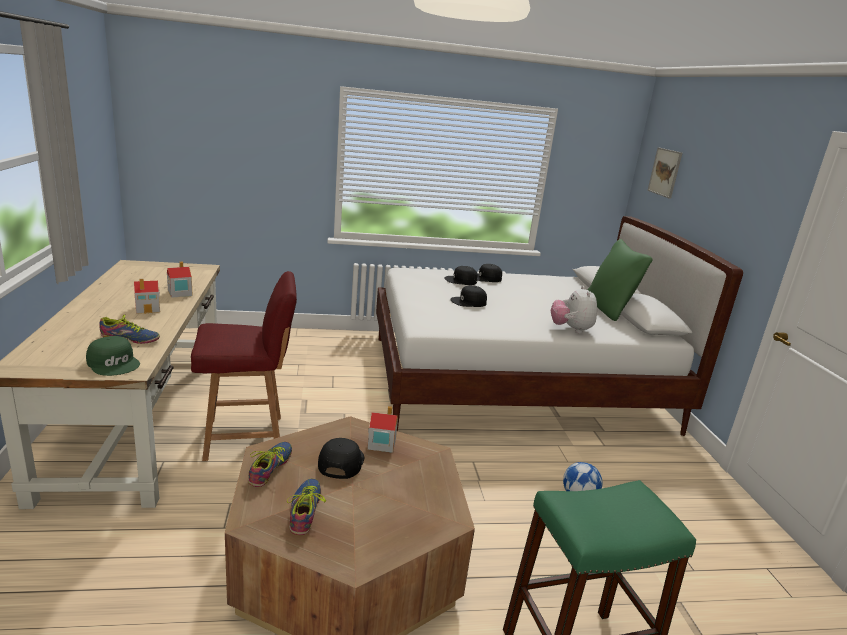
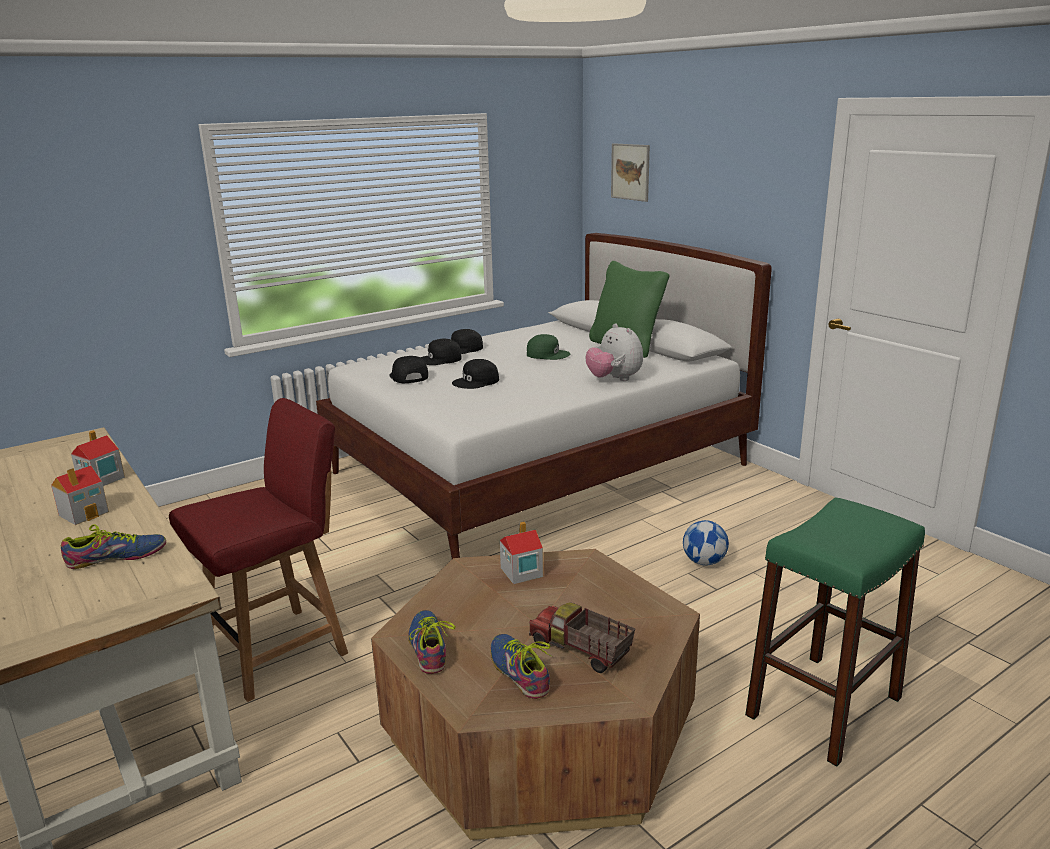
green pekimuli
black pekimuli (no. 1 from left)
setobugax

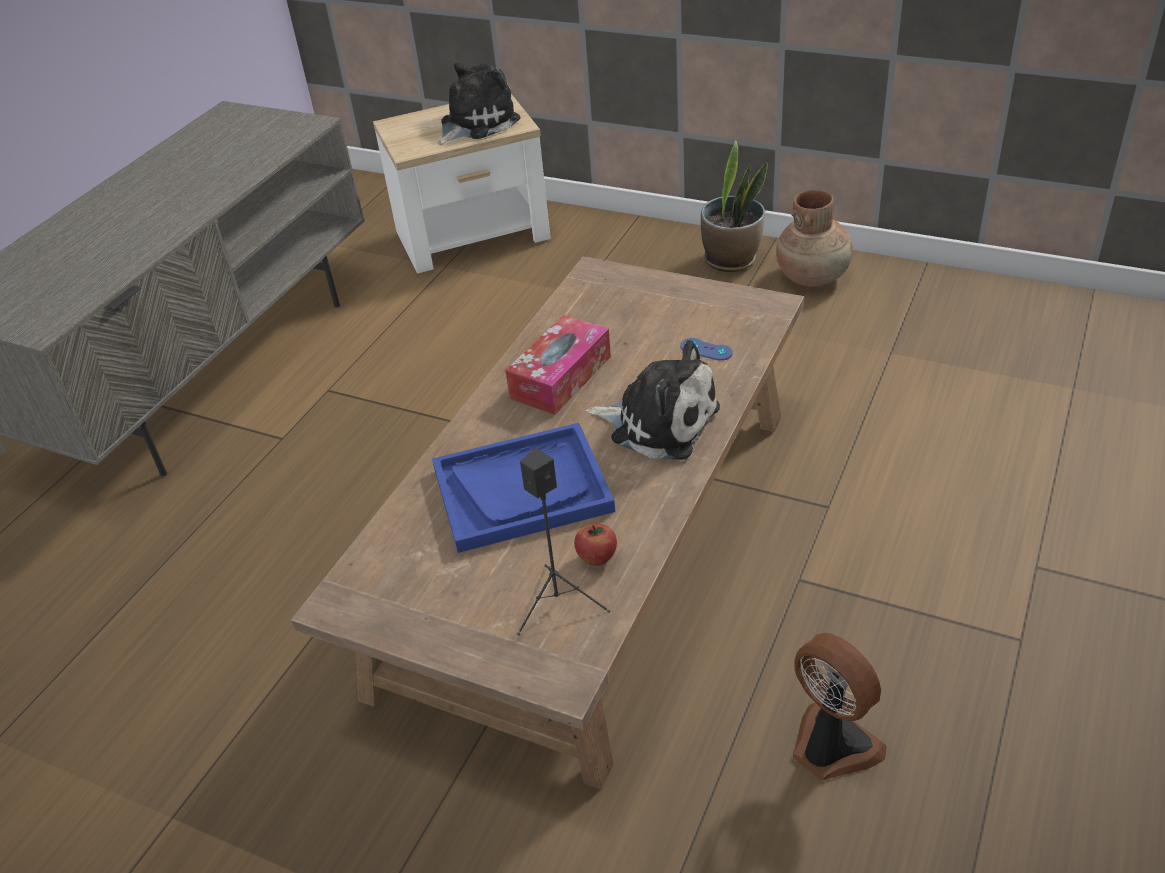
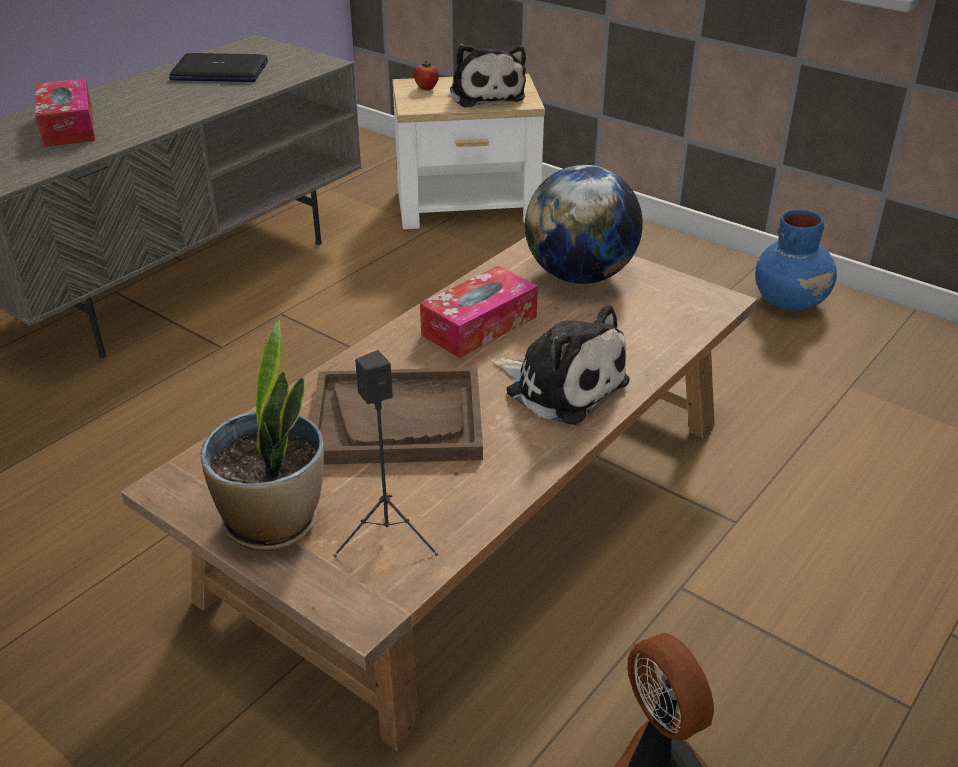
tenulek (no. 1 from left)
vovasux
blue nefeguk
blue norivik
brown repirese
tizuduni
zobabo
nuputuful (no. 1 from left)
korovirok

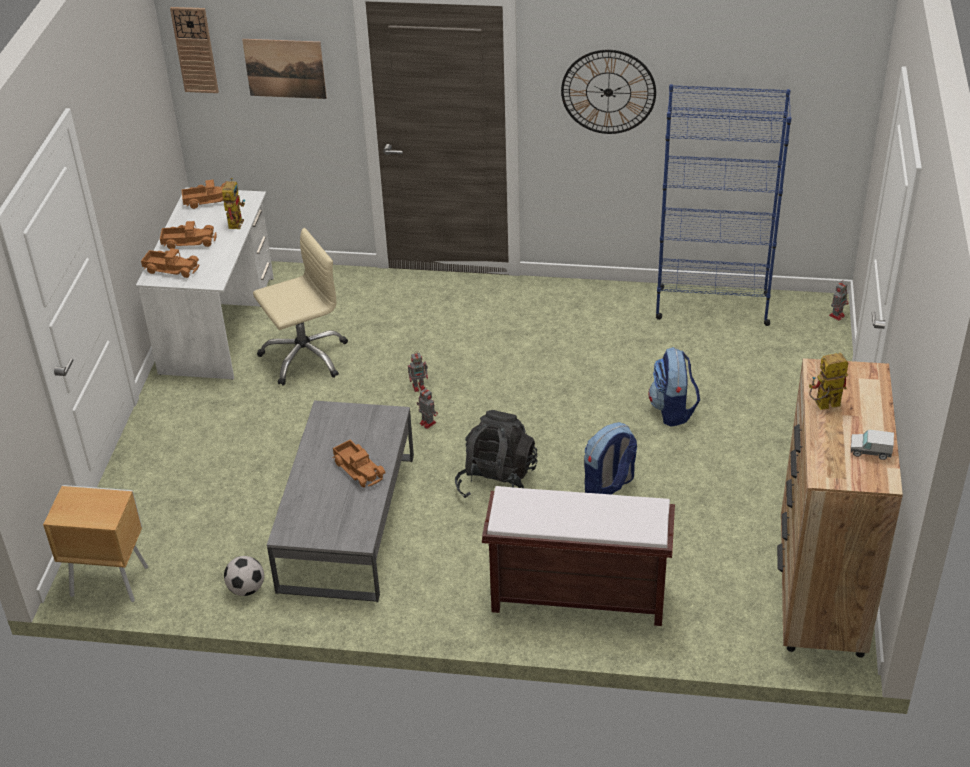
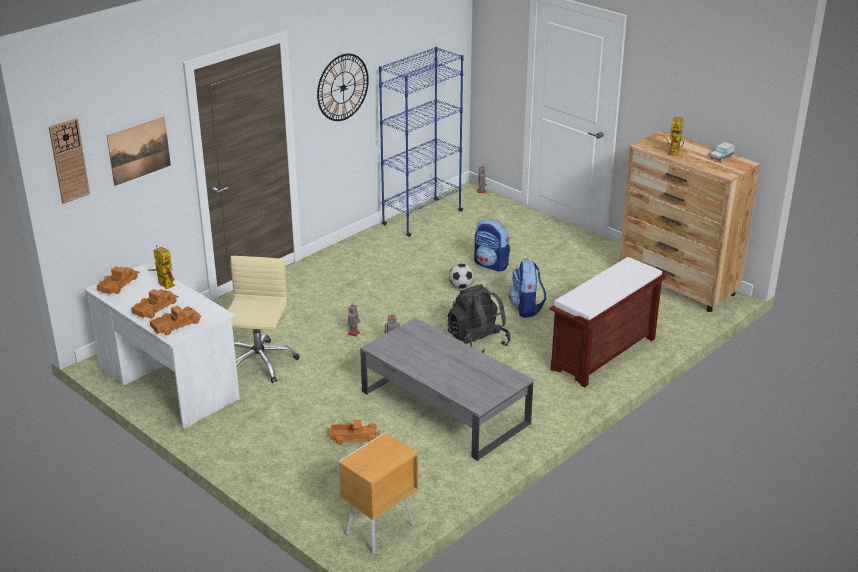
setobugax (no. 4 from left)
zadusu

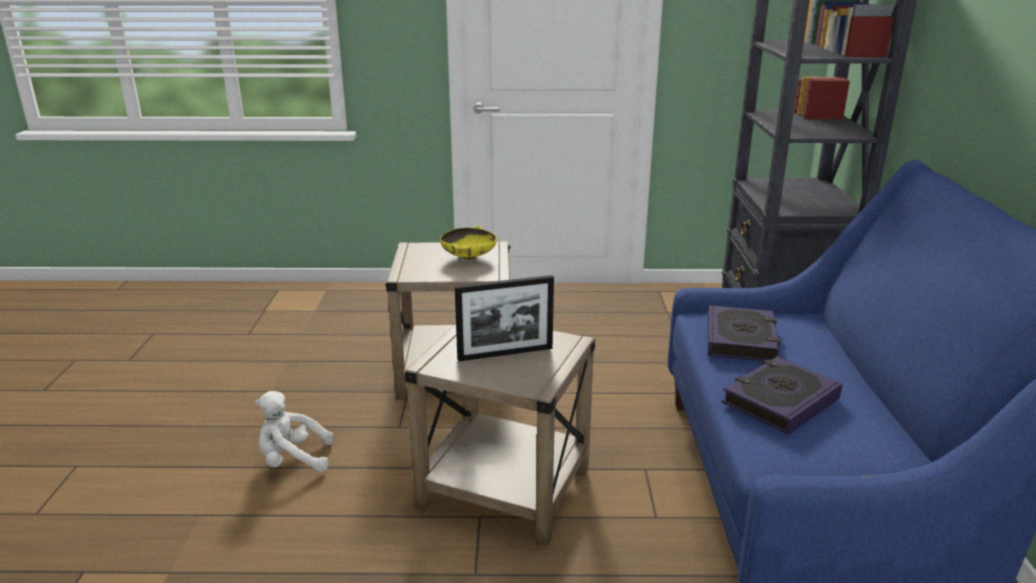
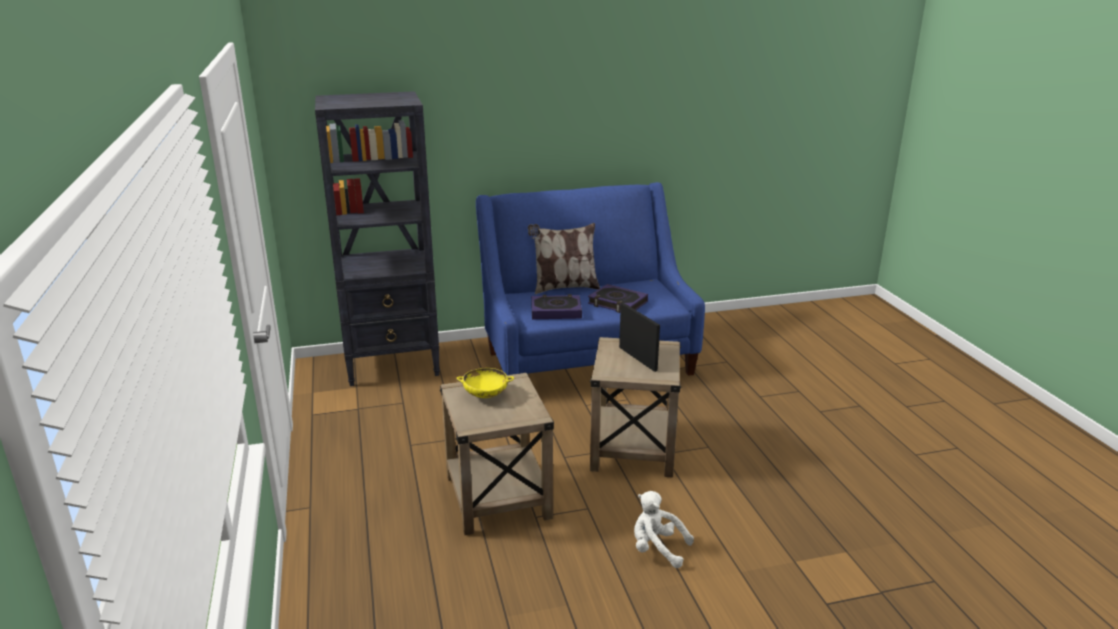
white tenulek
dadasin

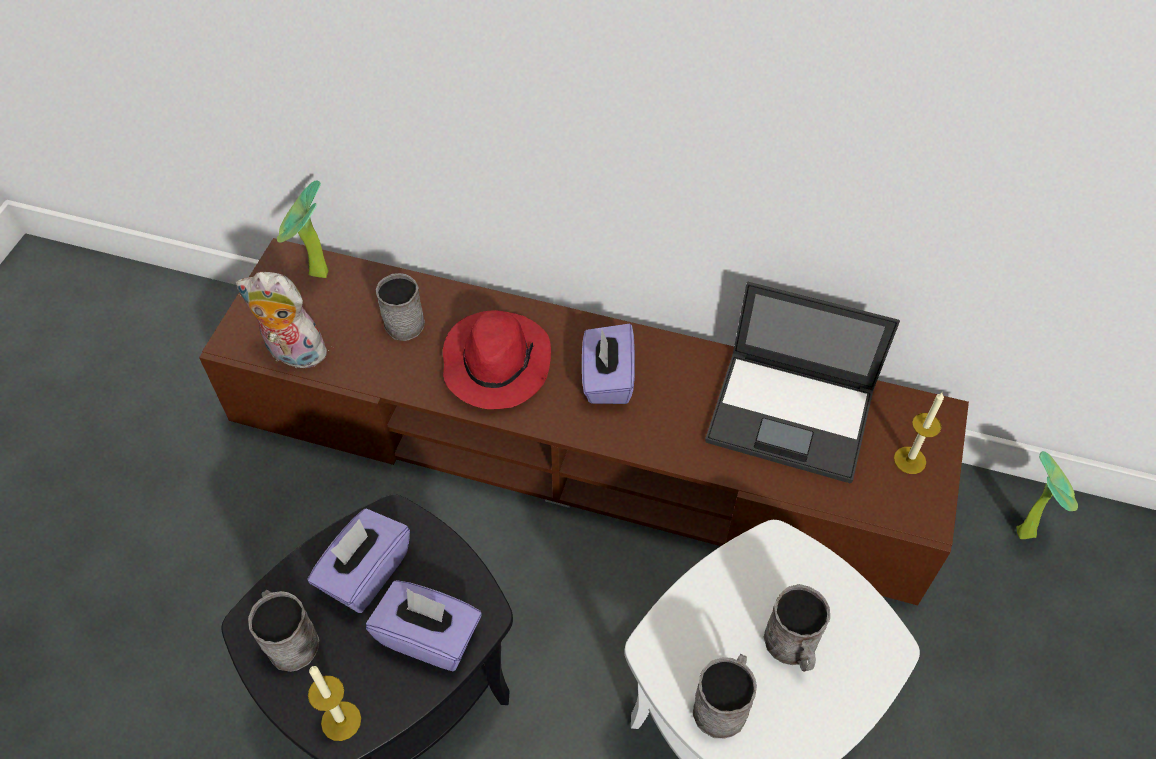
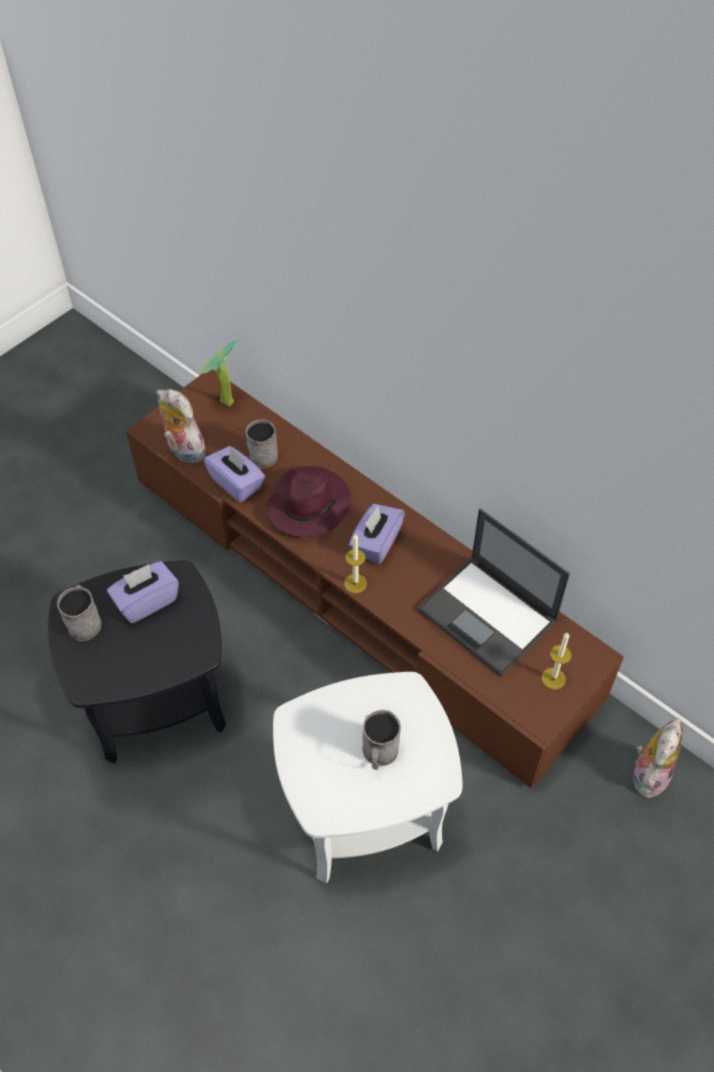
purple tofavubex
tenulek (no. 2 from left)
purple nuputuful (no. 2 from left)
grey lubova (no. 3 from left in the first image)
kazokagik (no. 1 from left)

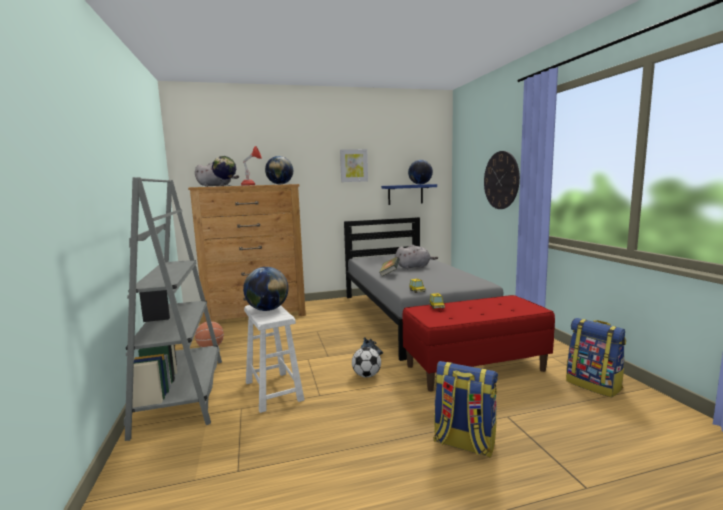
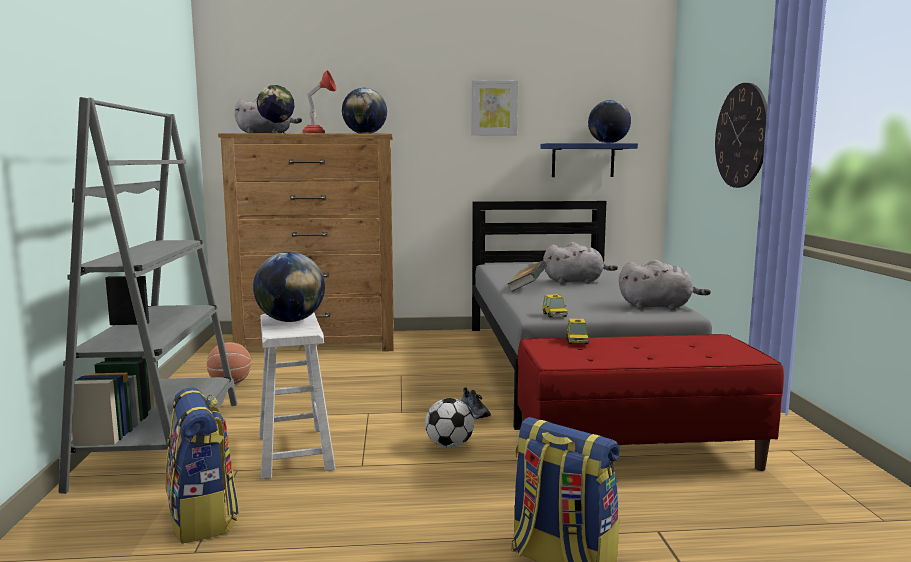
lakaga (no. 1 from left)
grey tenulek (no. 3 from left)

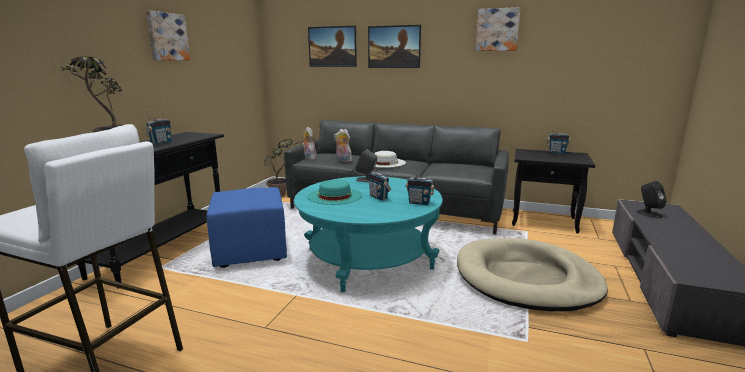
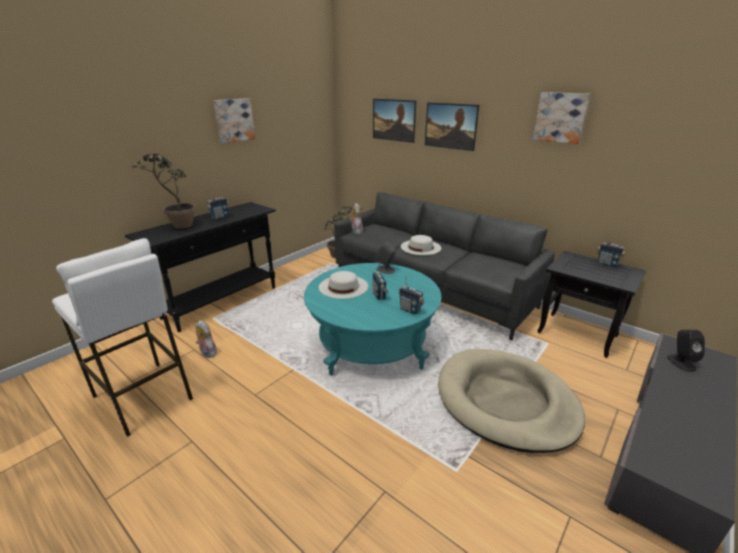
tenulek (no. 1 from left)
white tofavubex (no. 1 from left)
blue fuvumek

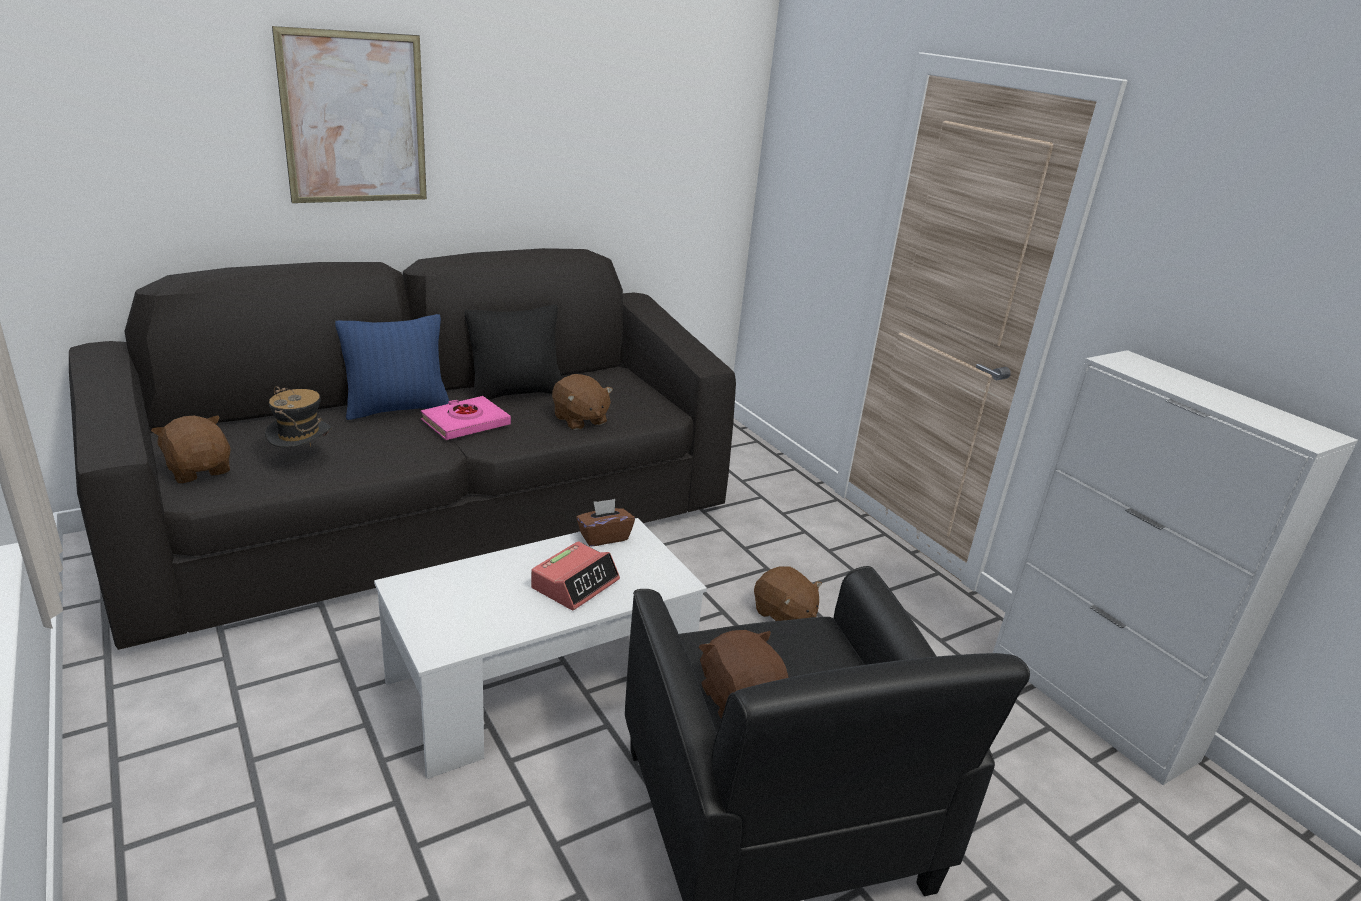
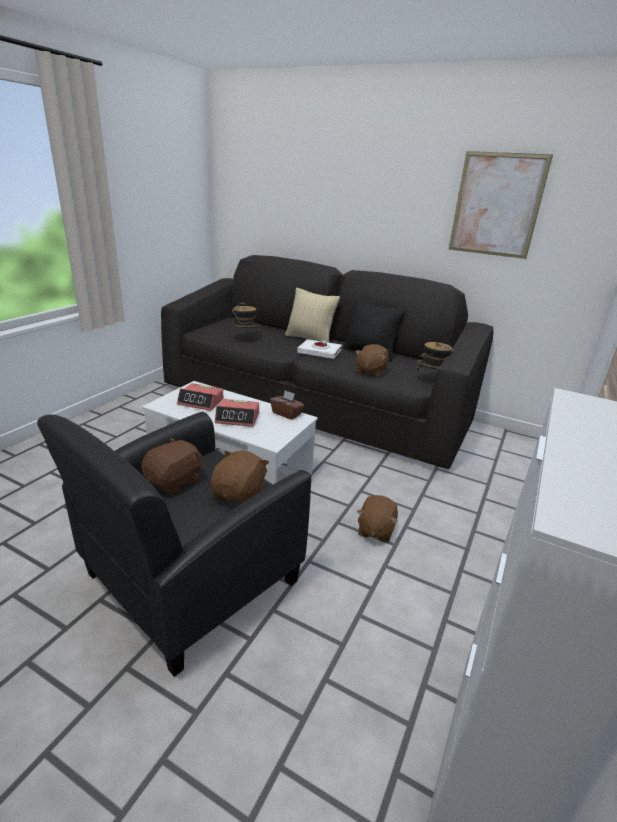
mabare
beige dadasin
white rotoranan
brown tenulek (no. 2 from left)
tofavubex (no. 2 from left)
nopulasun (no. 1 from left)

